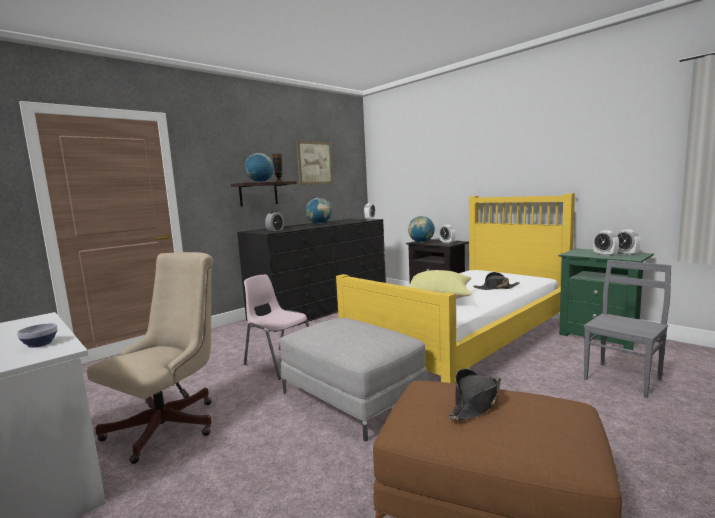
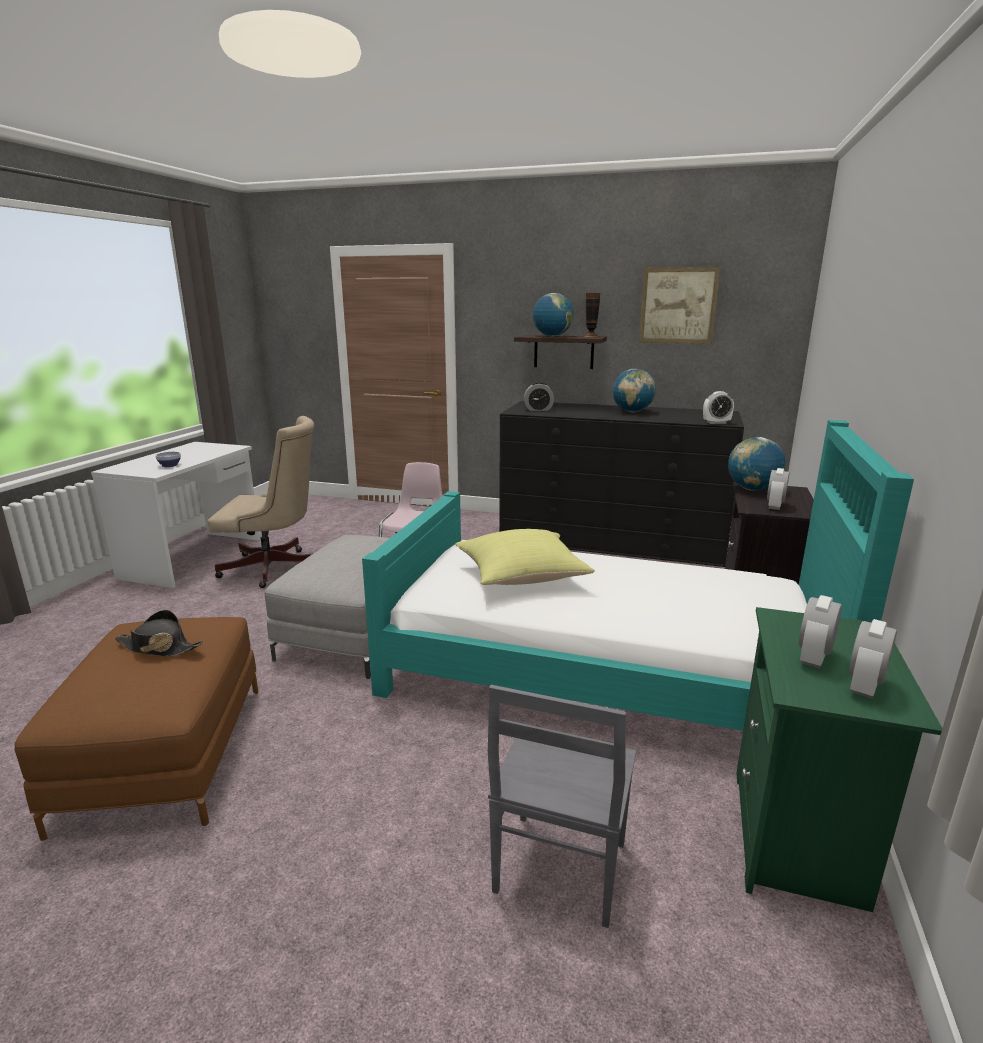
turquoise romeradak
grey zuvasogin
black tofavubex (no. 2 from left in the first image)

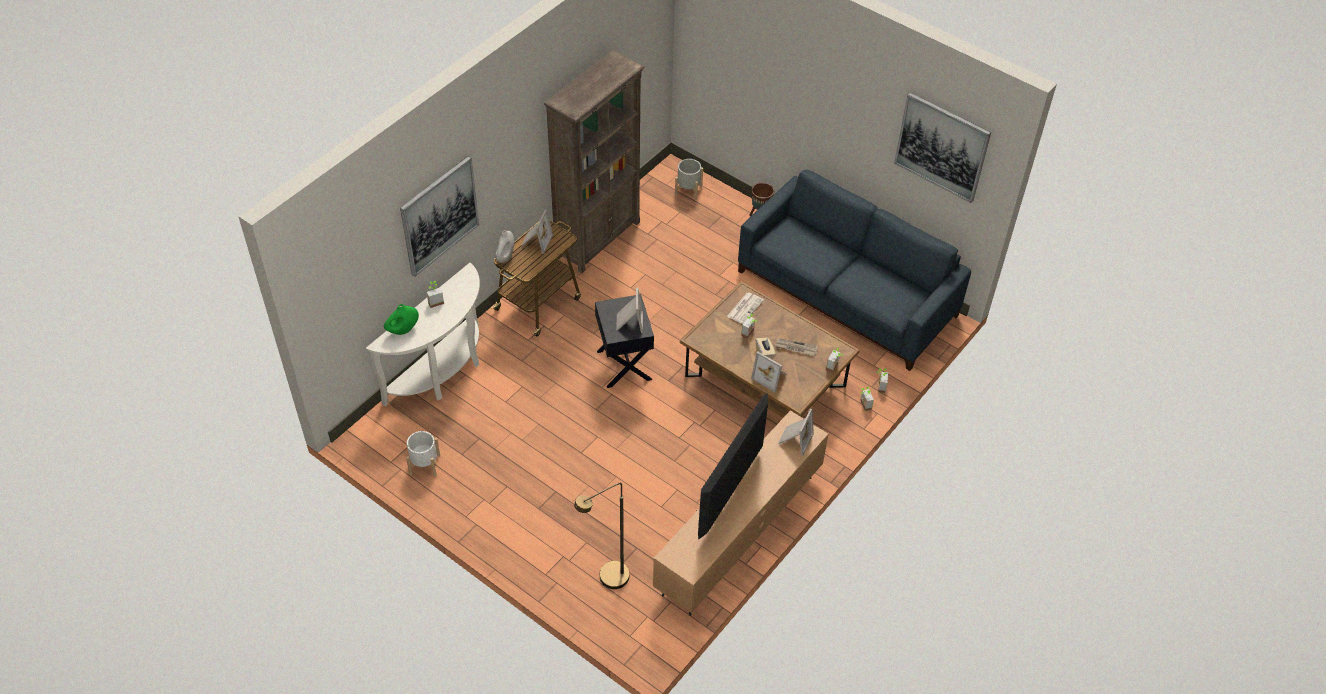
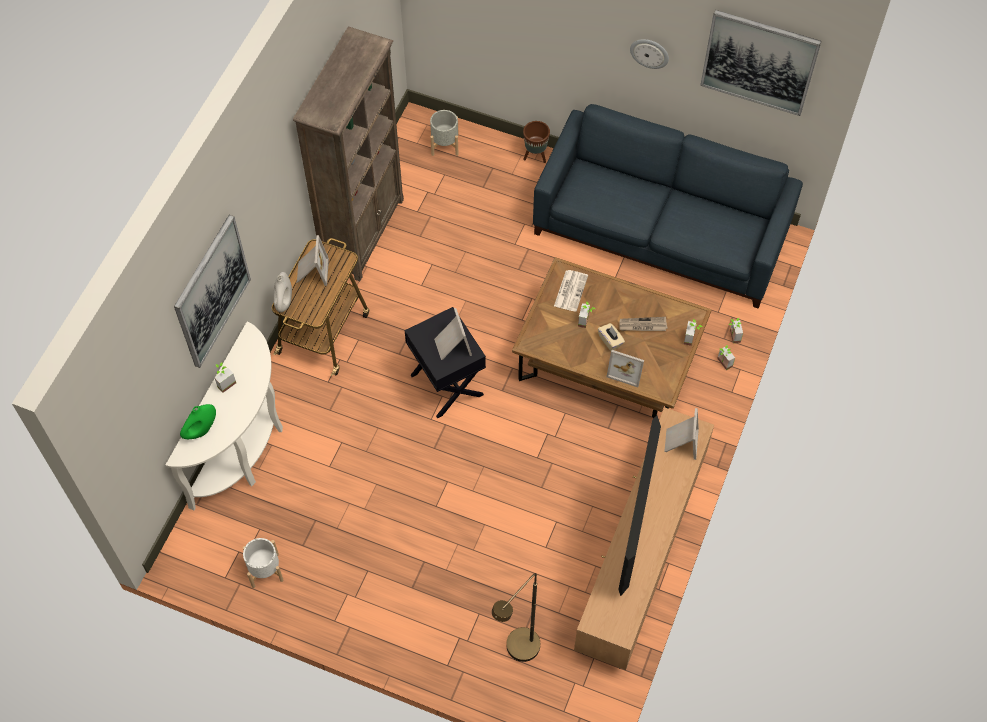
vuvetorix

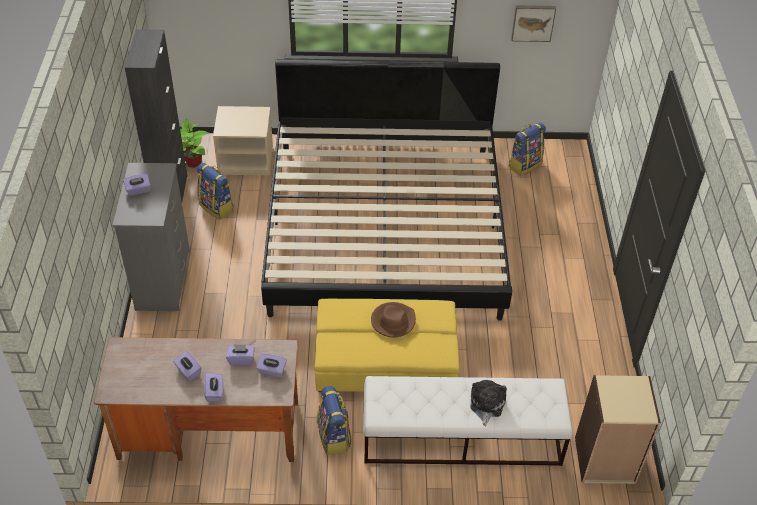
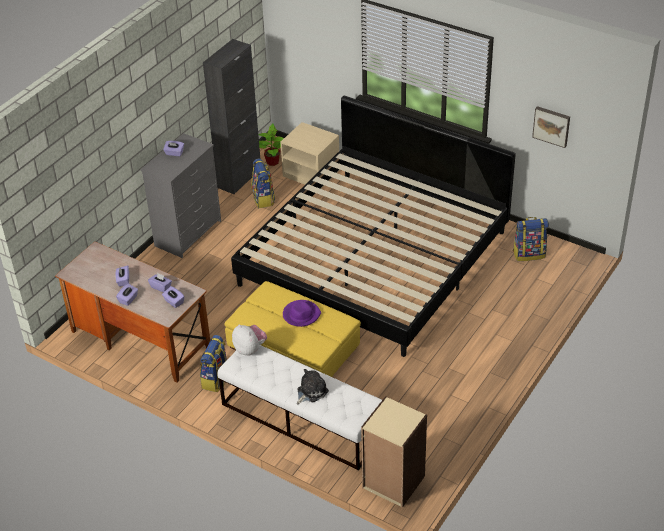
purple tofavubex
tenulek (no. 1 from left)

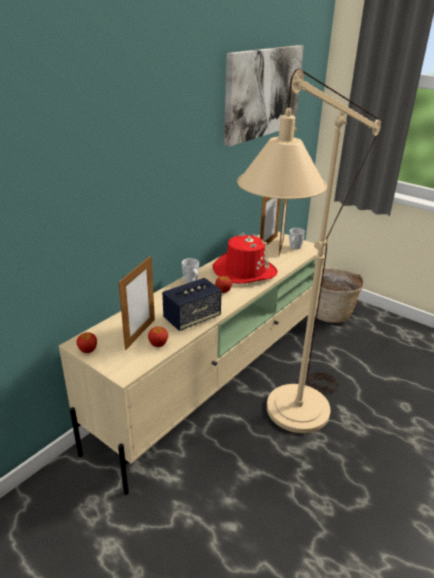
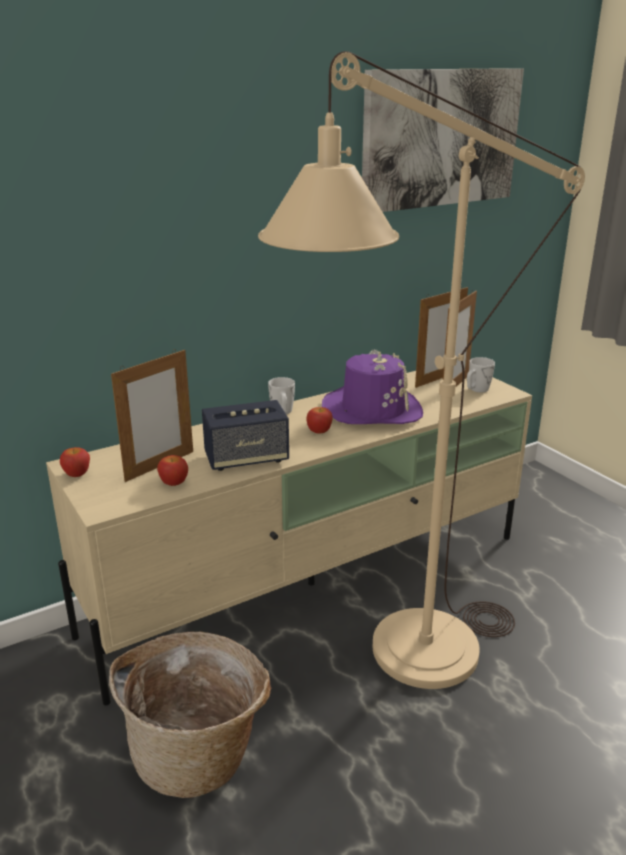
purple tofavubex
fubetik

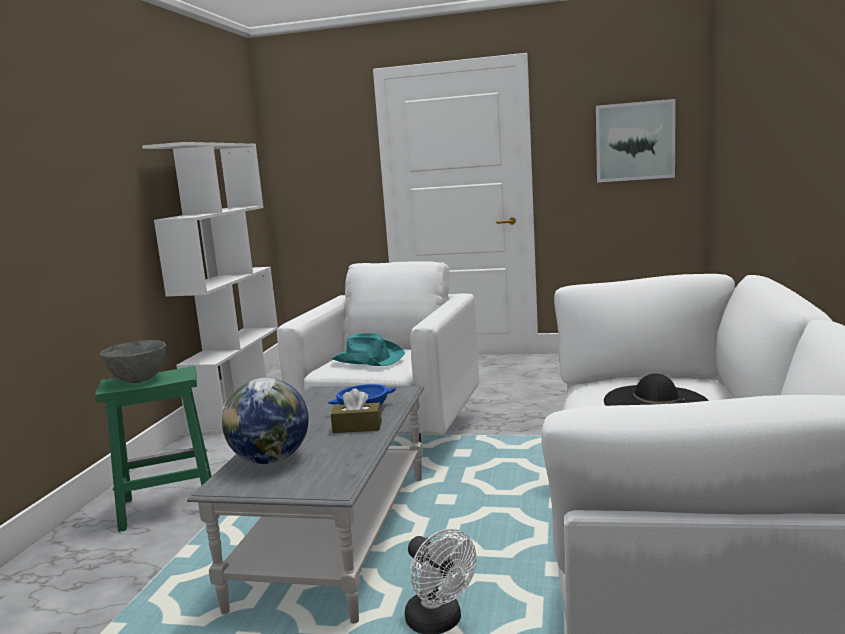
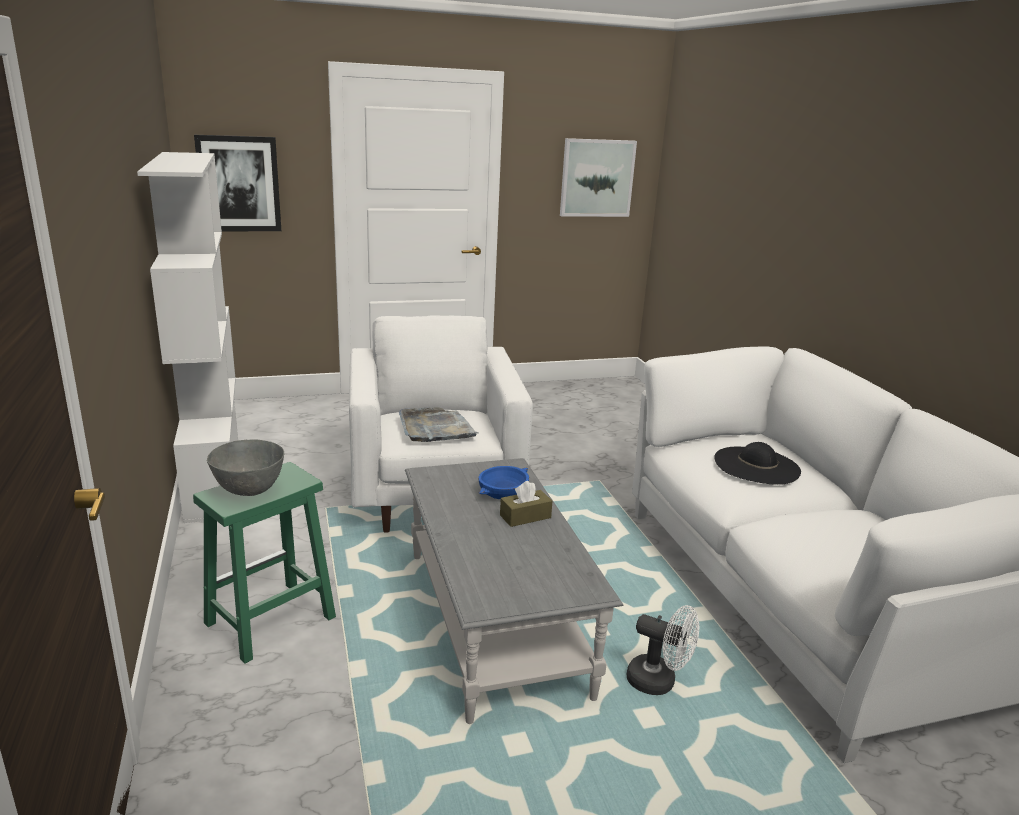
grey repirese
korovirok
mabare (no. 1 from left)

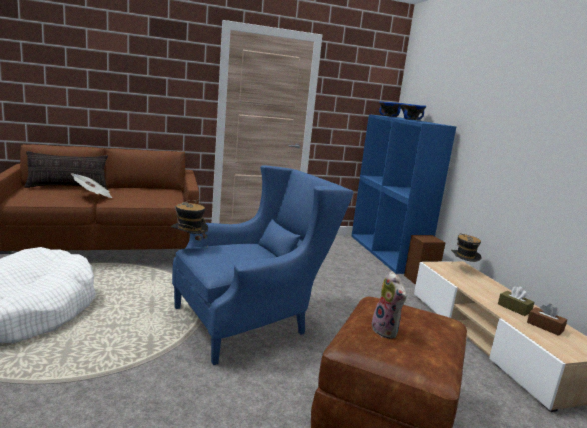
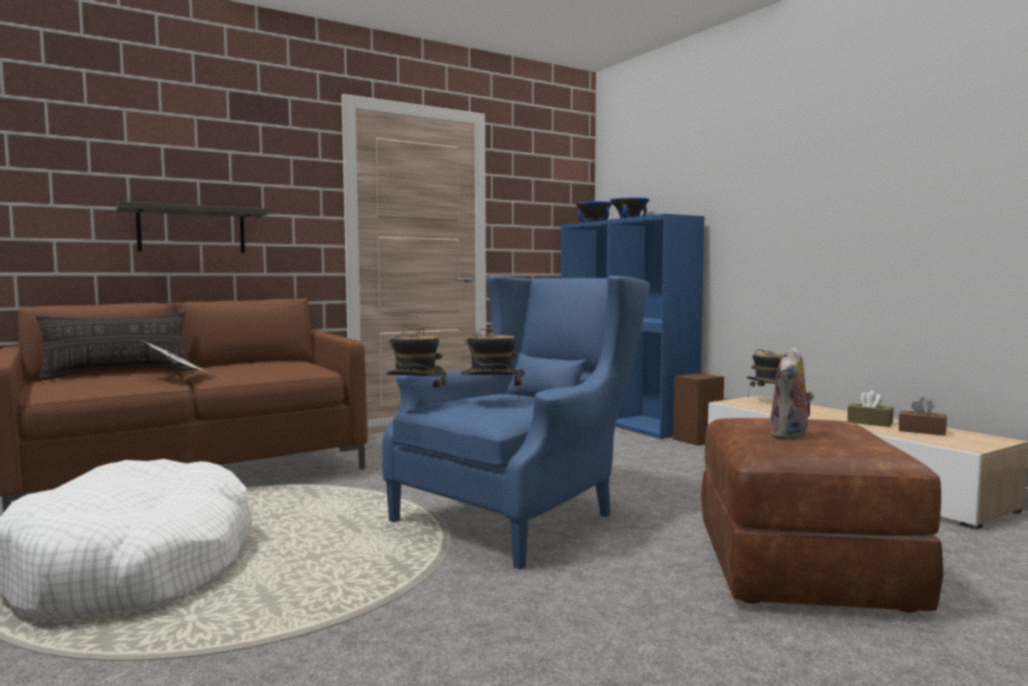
tenulek
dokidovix
tofavubex (no. 2 from left)

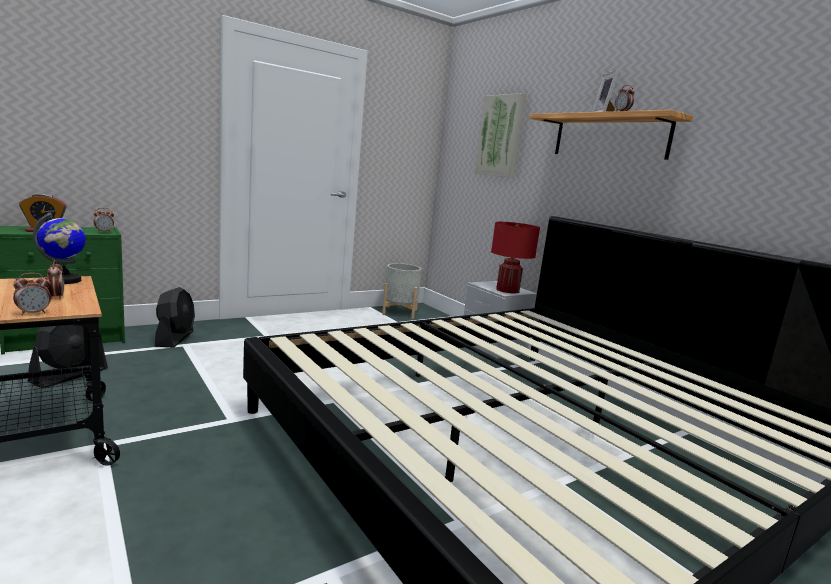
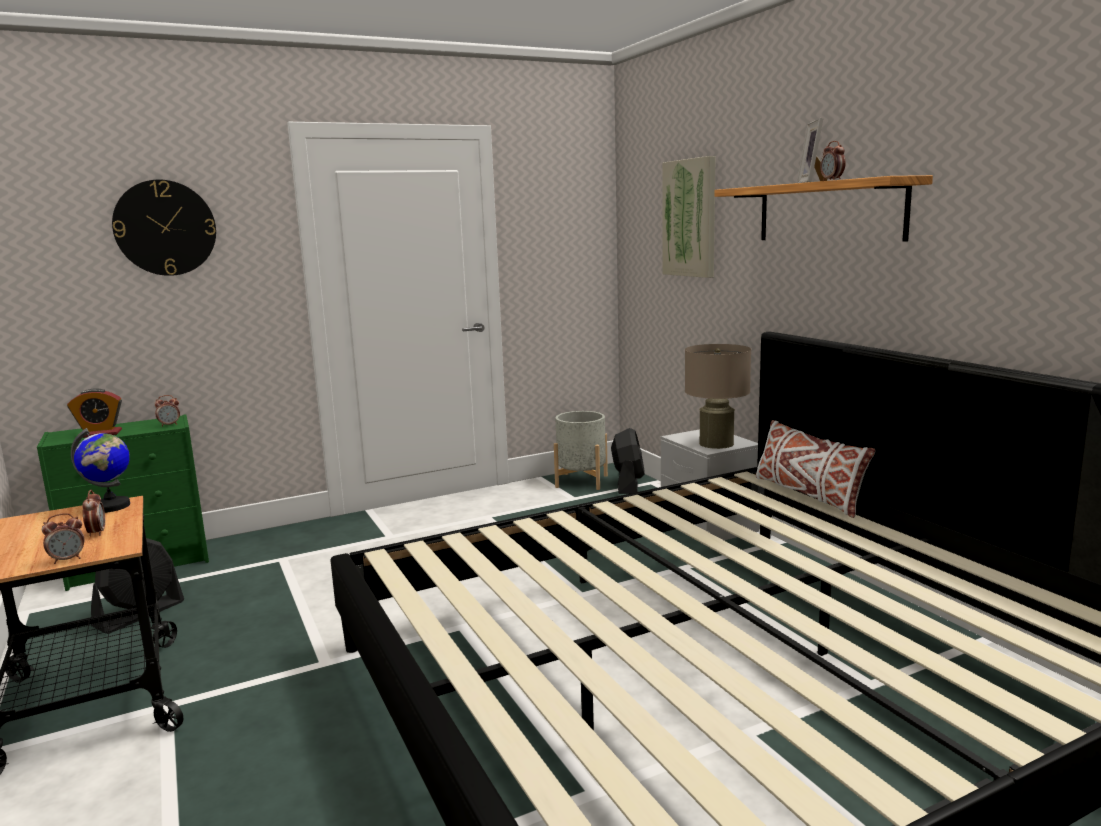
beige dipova
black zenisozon (no. 2 from left)
vuvetorix
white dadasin

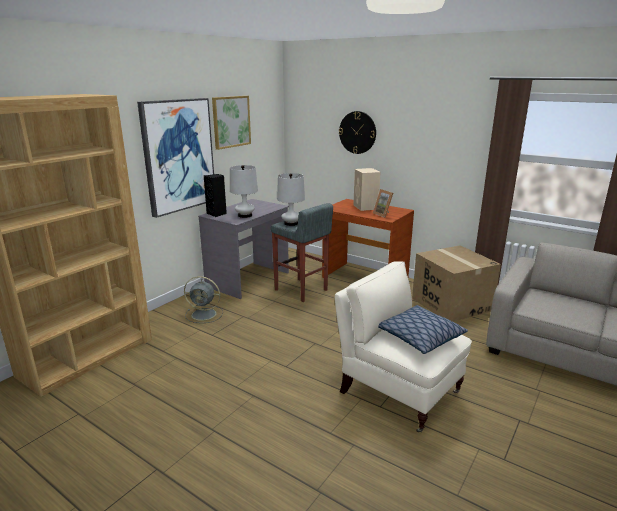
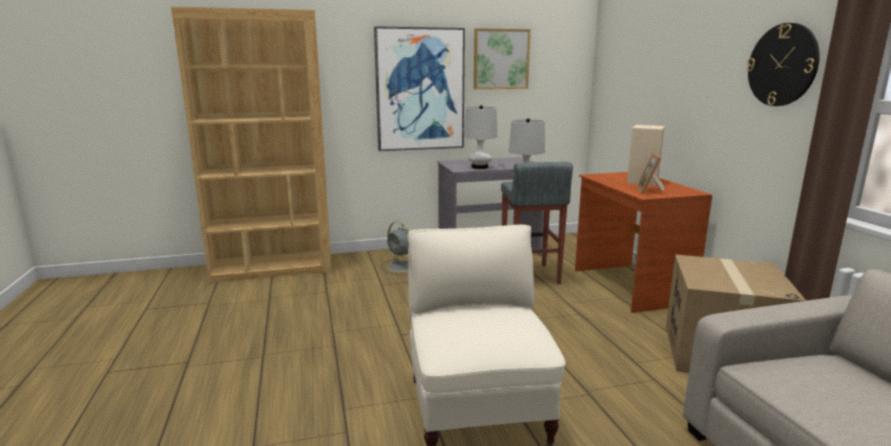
vuvetorix
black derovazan
dadasin

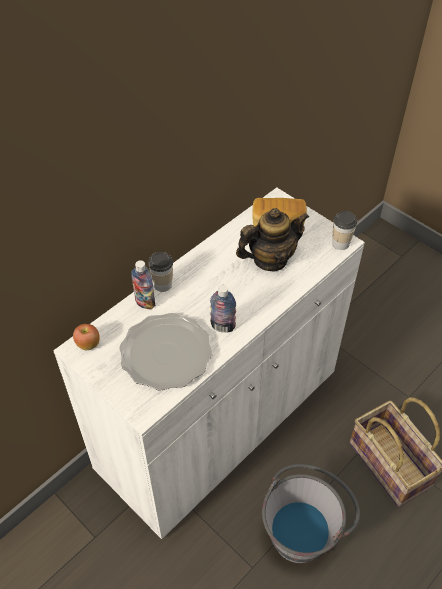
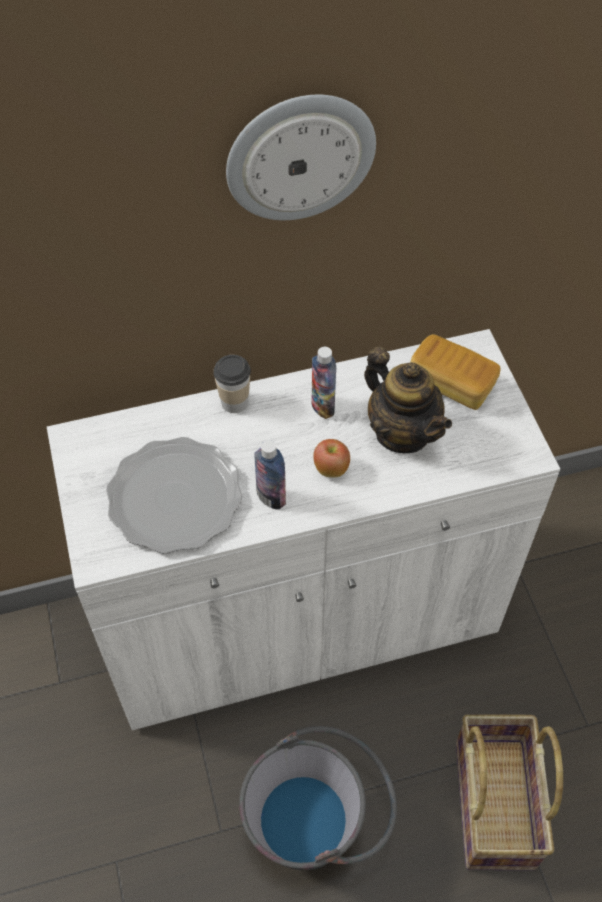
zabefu
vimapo (no. 2 from left in the first image)
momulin (no. 2 from left)
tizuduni
vuvetorix

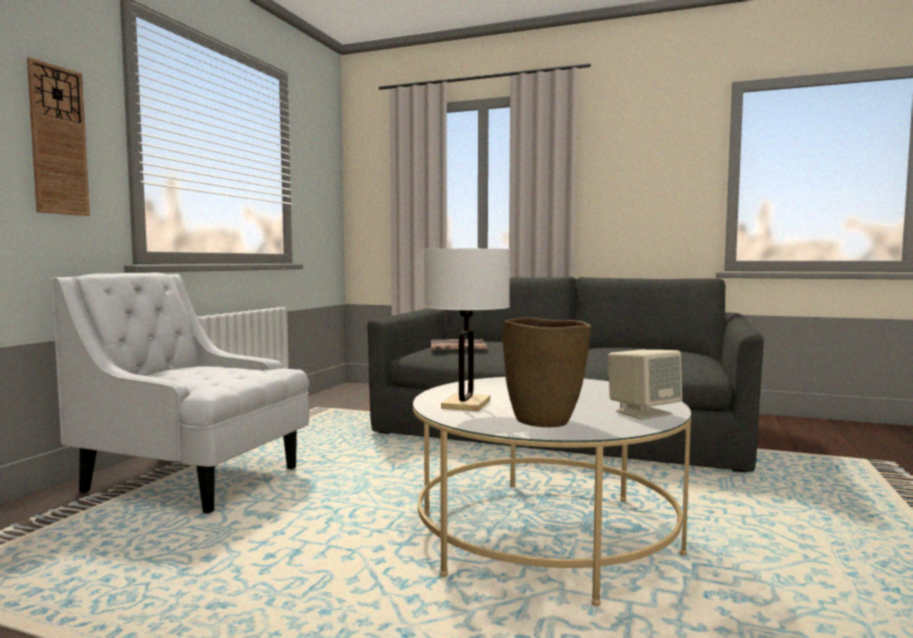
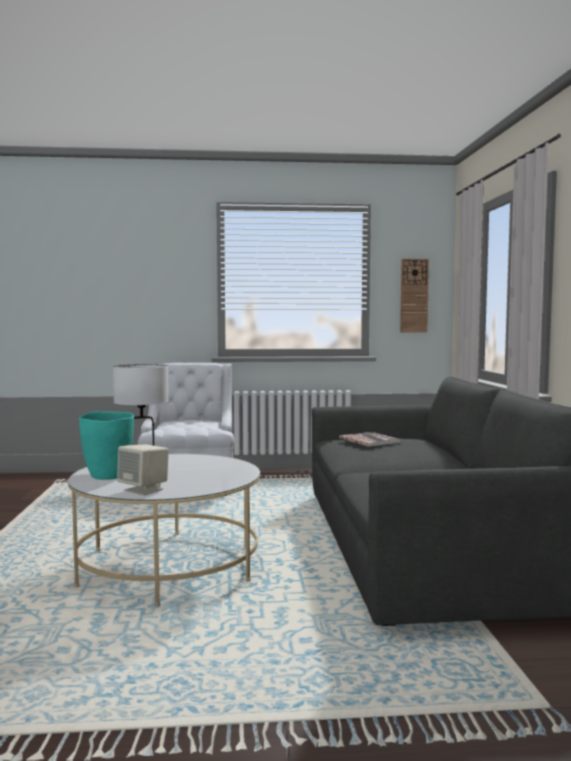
vuvetorix
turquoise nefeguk

